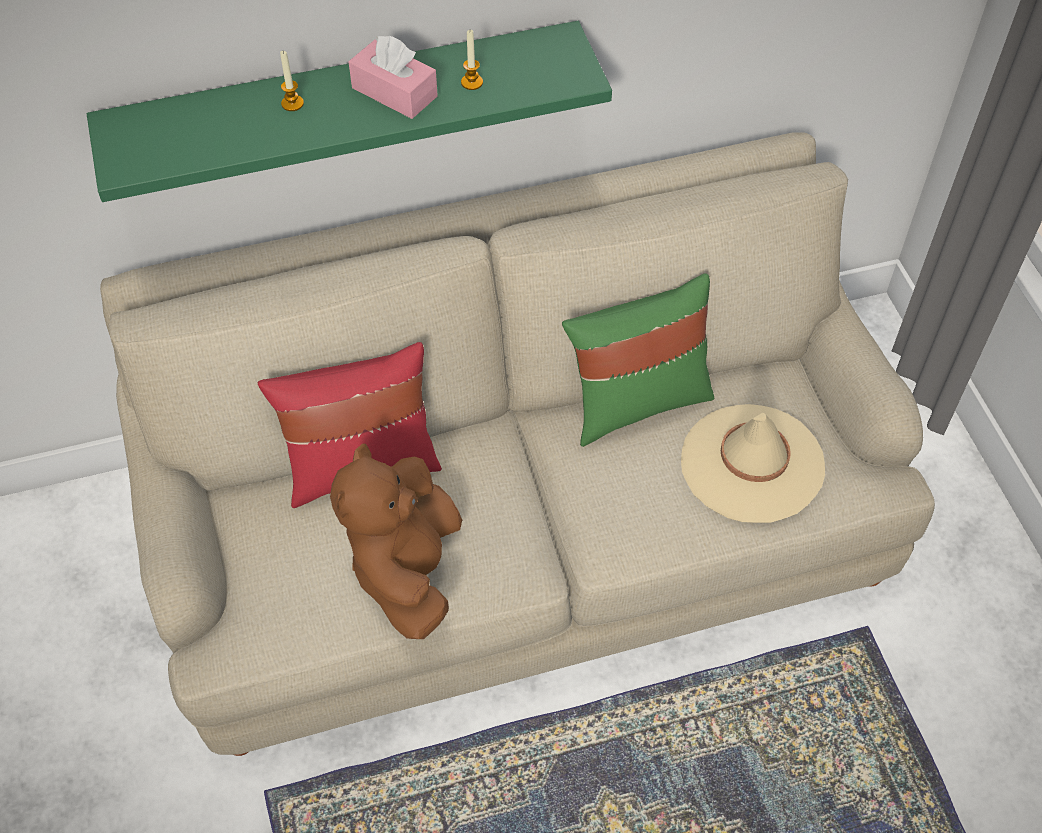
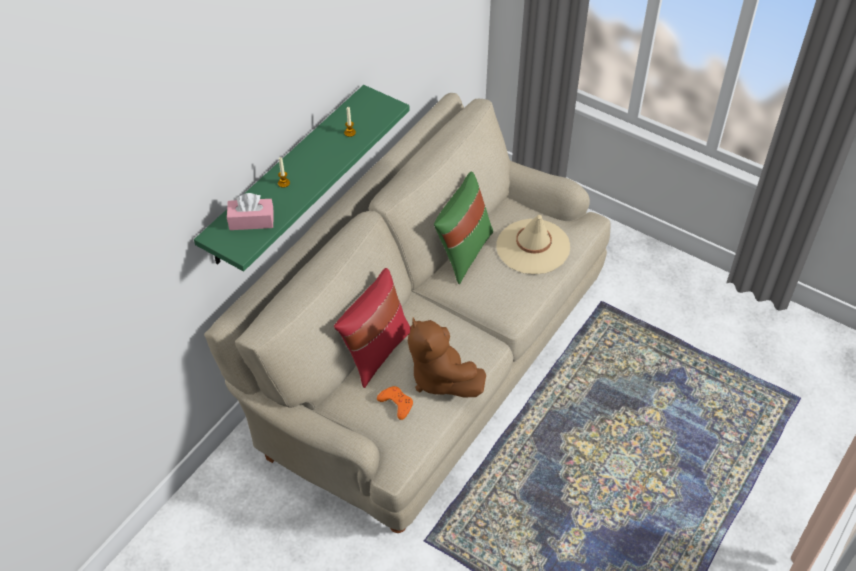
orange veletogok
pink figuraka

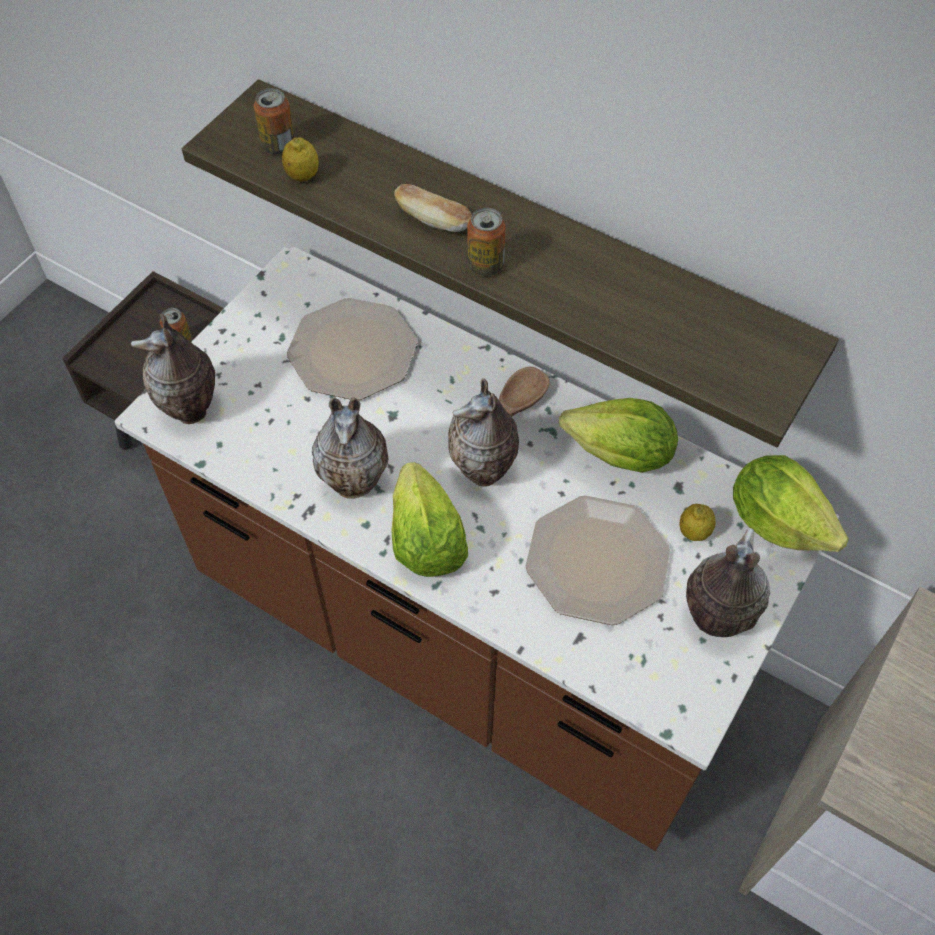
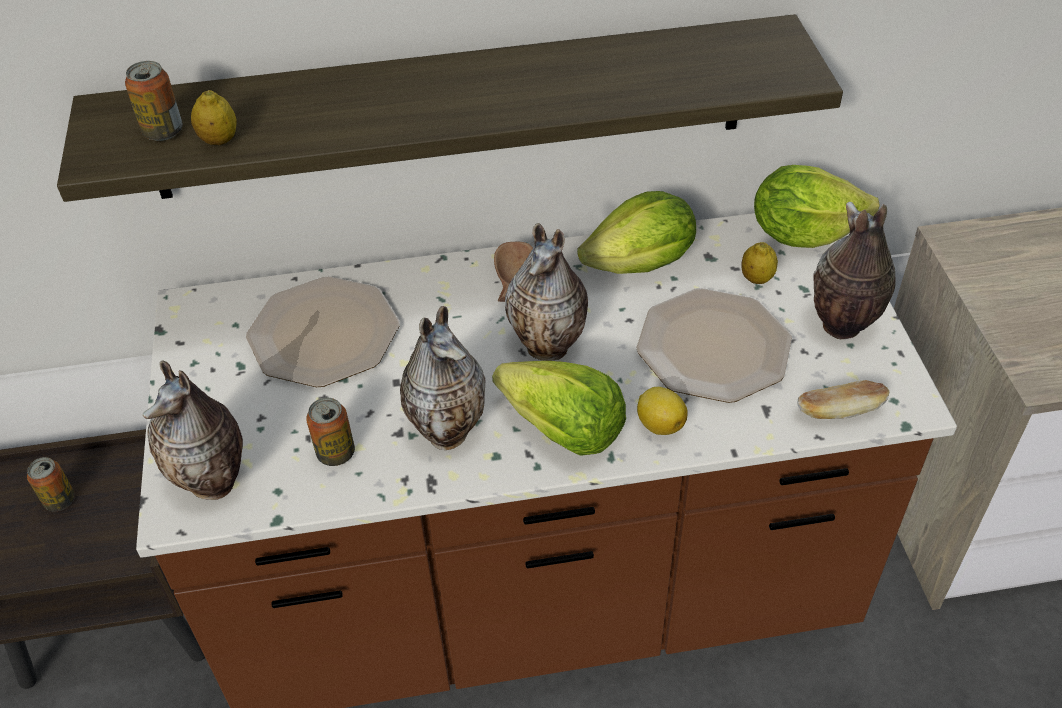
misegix (no. 2 from left)
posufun
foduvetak (no. 3 from left)

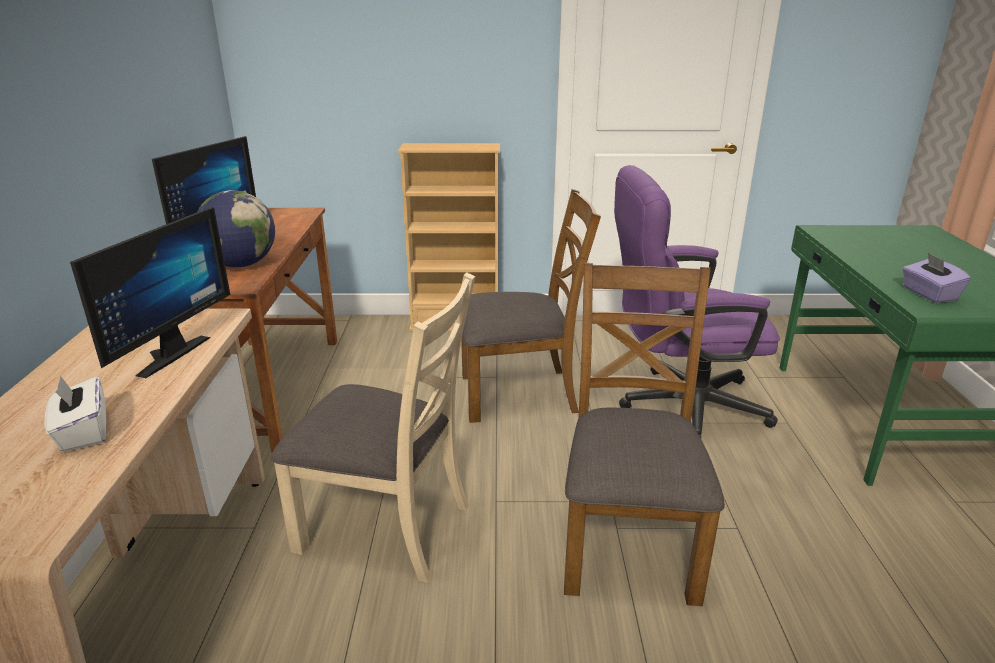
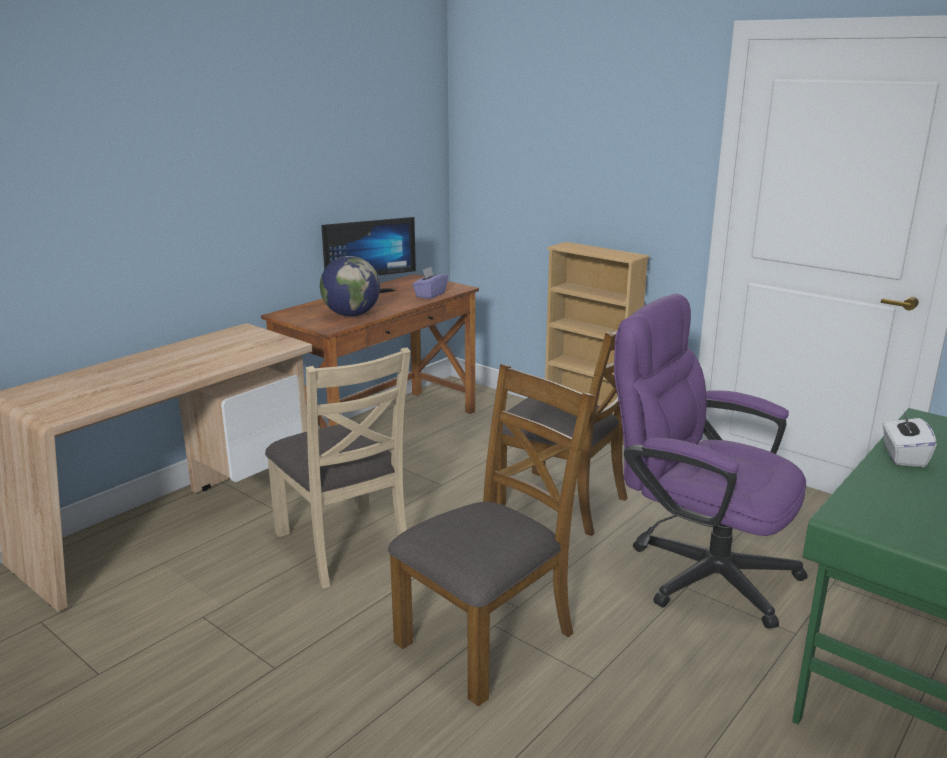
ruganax (no. 1 from left in the first image)
white figuraka
purple figuraka

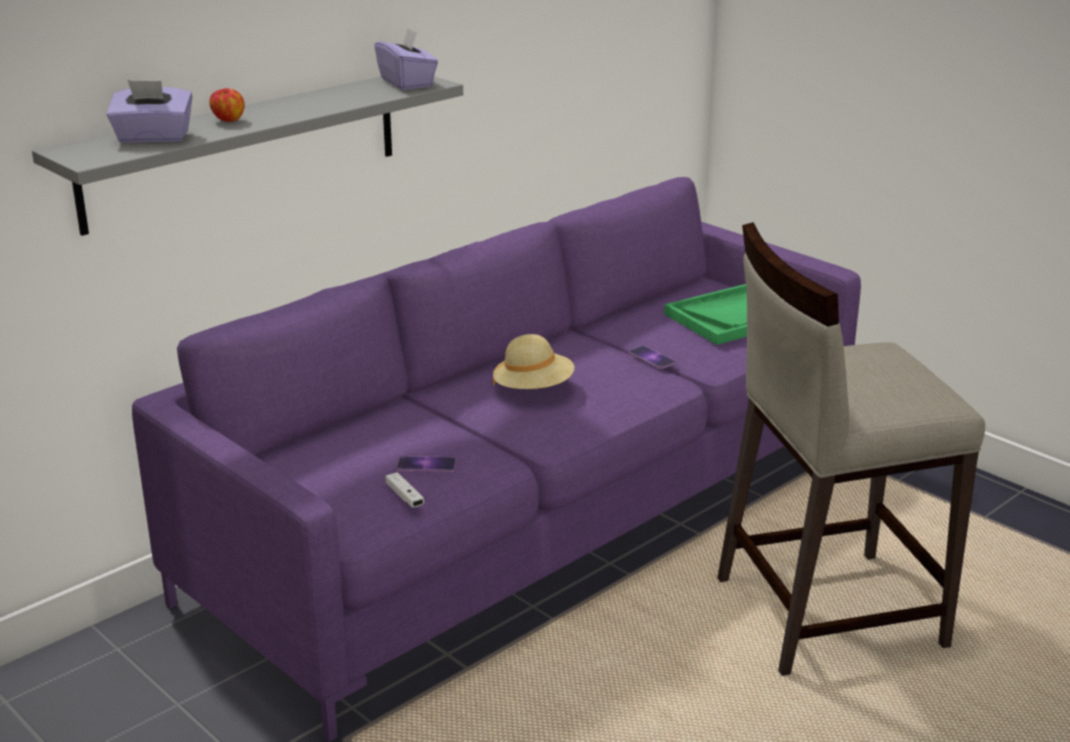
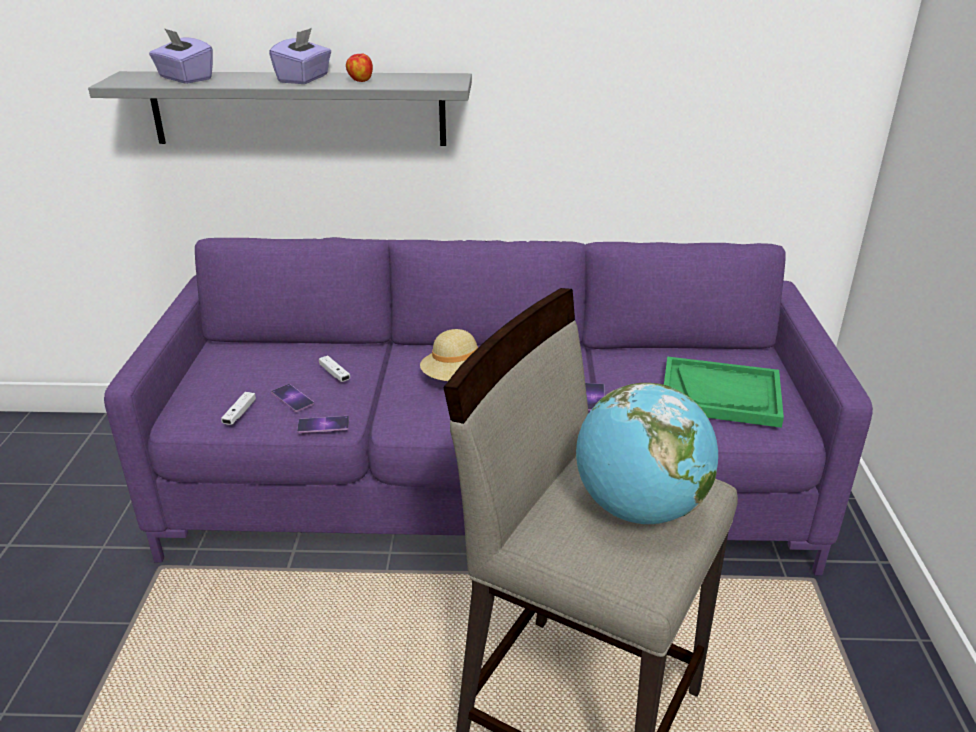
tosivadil (no. 2 from left)
white veletogok (no. 2 from left)
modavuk
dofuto
purple figuraka (no. 2 from left)

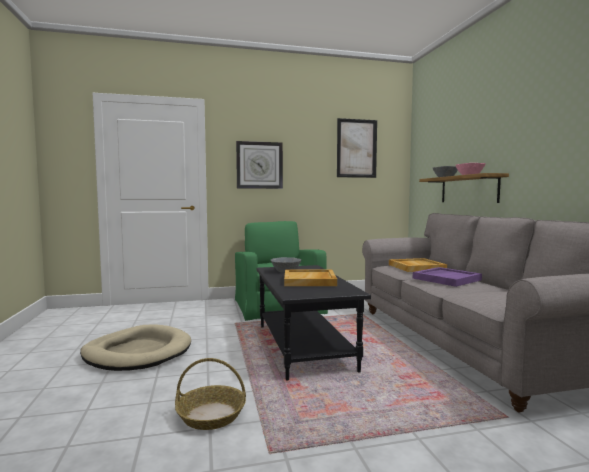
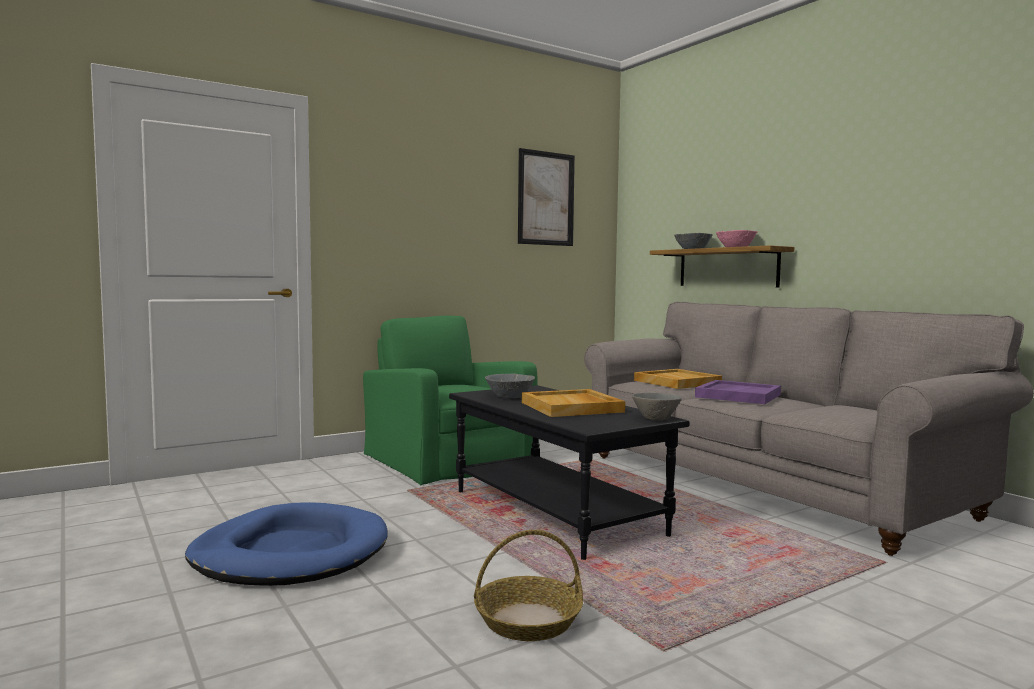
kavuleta
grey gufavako (no. 2 from left)
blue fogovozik

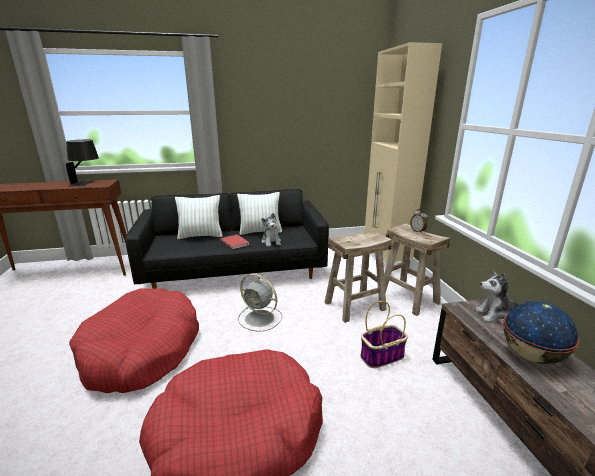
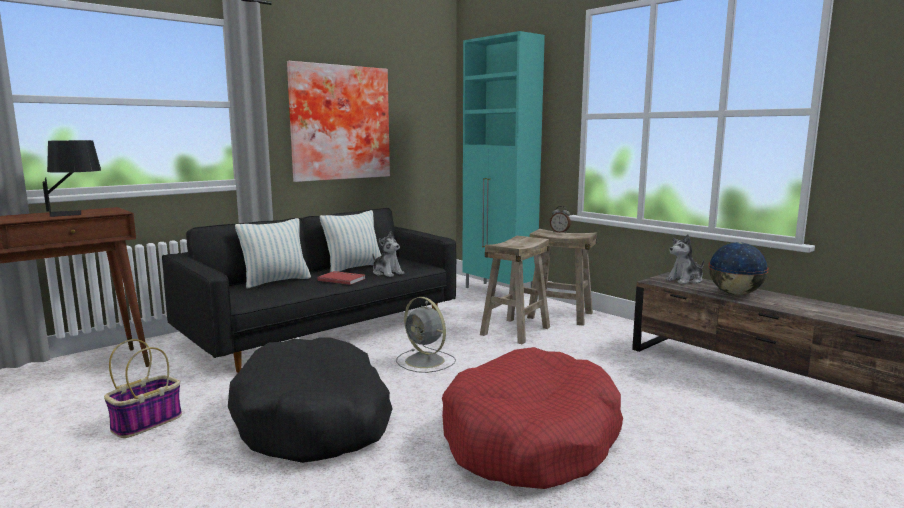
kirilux
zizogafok
black fogovozik
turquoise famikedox
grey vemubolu

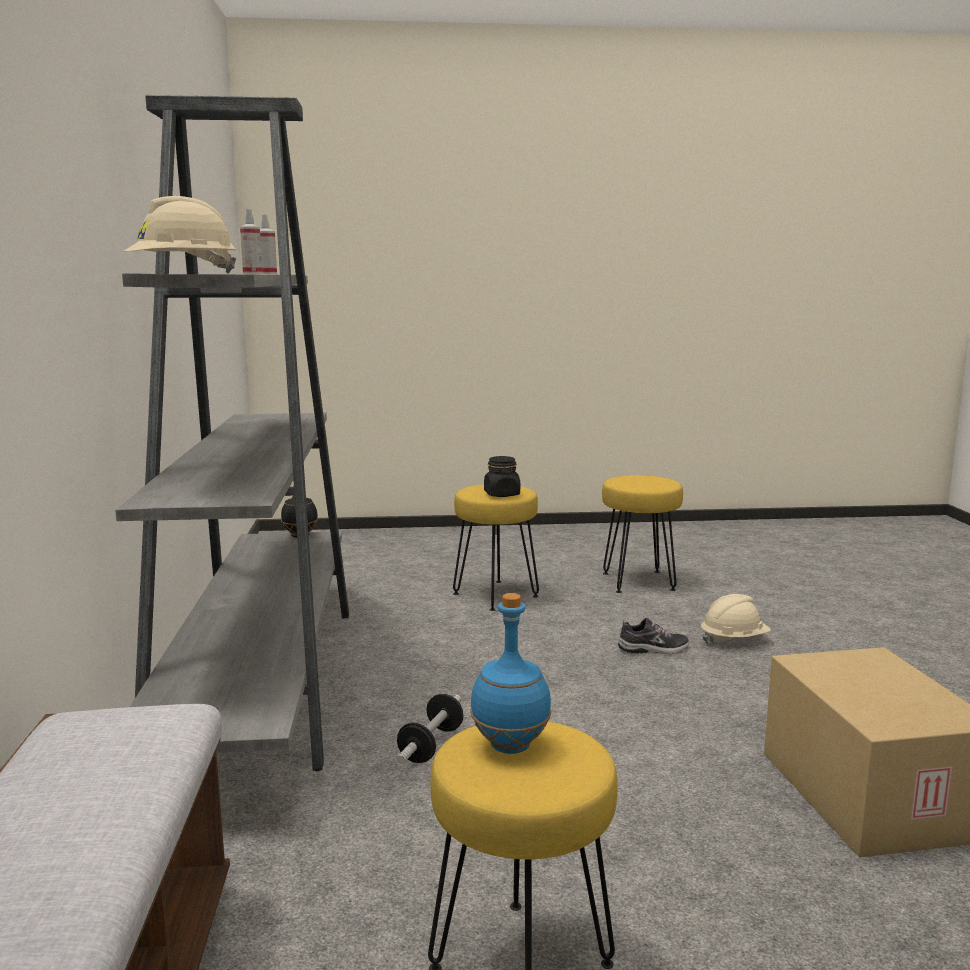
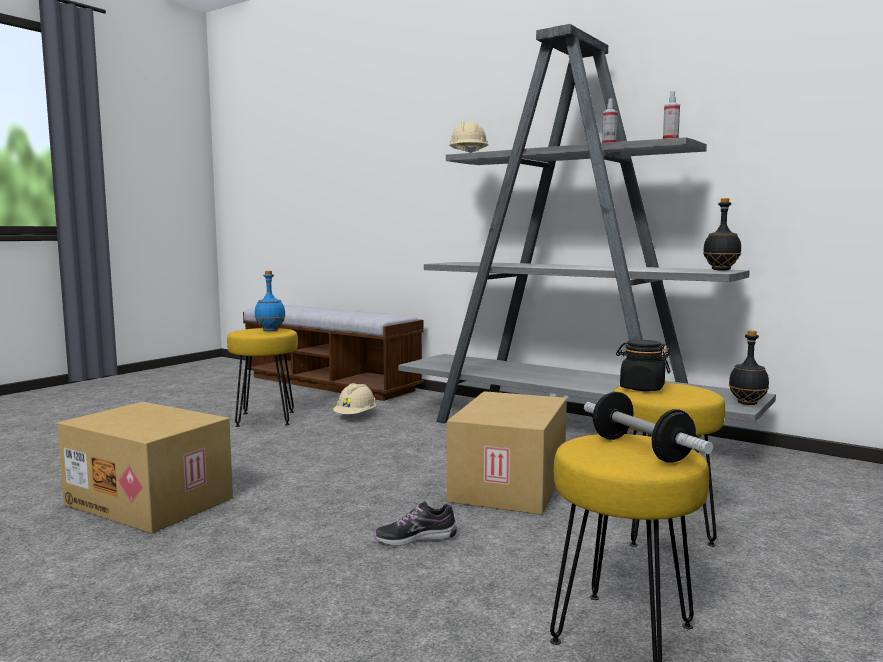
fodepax (no. 2 from left)
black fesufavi (no. 1 from left)
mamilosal
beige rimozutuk (no. 1 from left)
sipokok

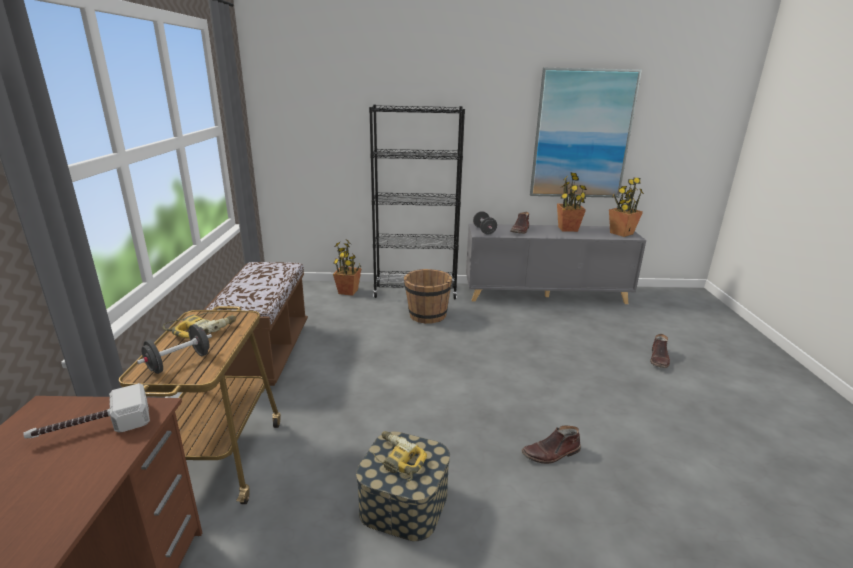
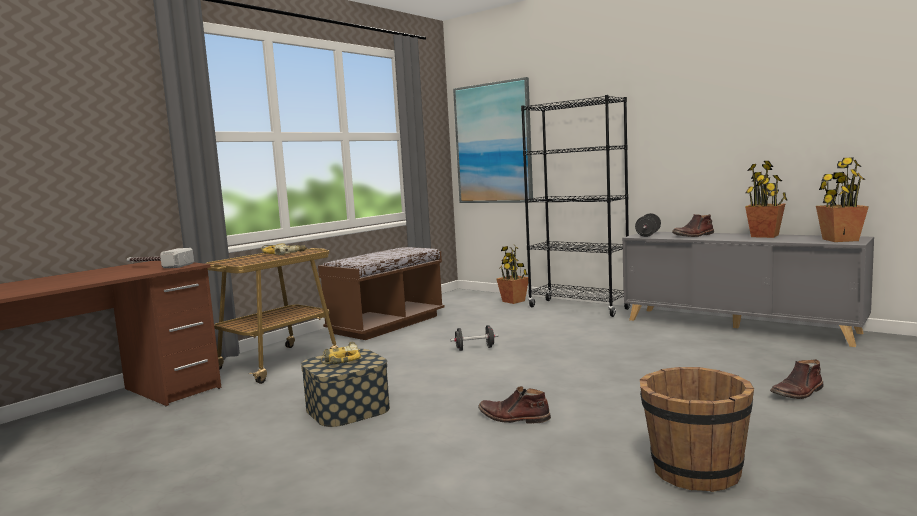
black mamilosal (no. 1 from left)
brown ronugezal
kirilux

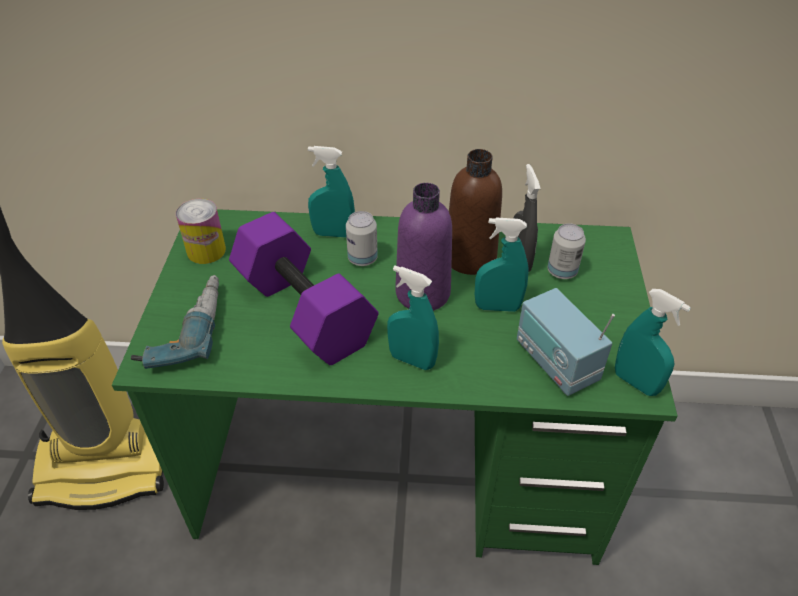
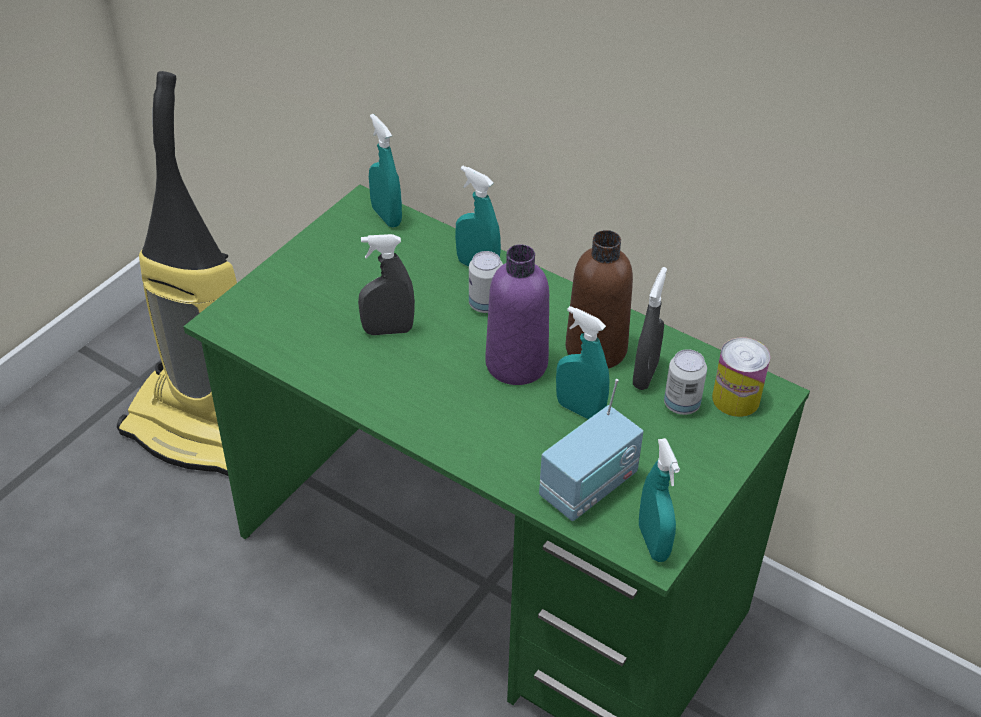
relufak
foduvetak (no. 3 from left)
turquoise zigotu (no. 1 from left)
grey zigotu (no. 1 from left)
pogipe

